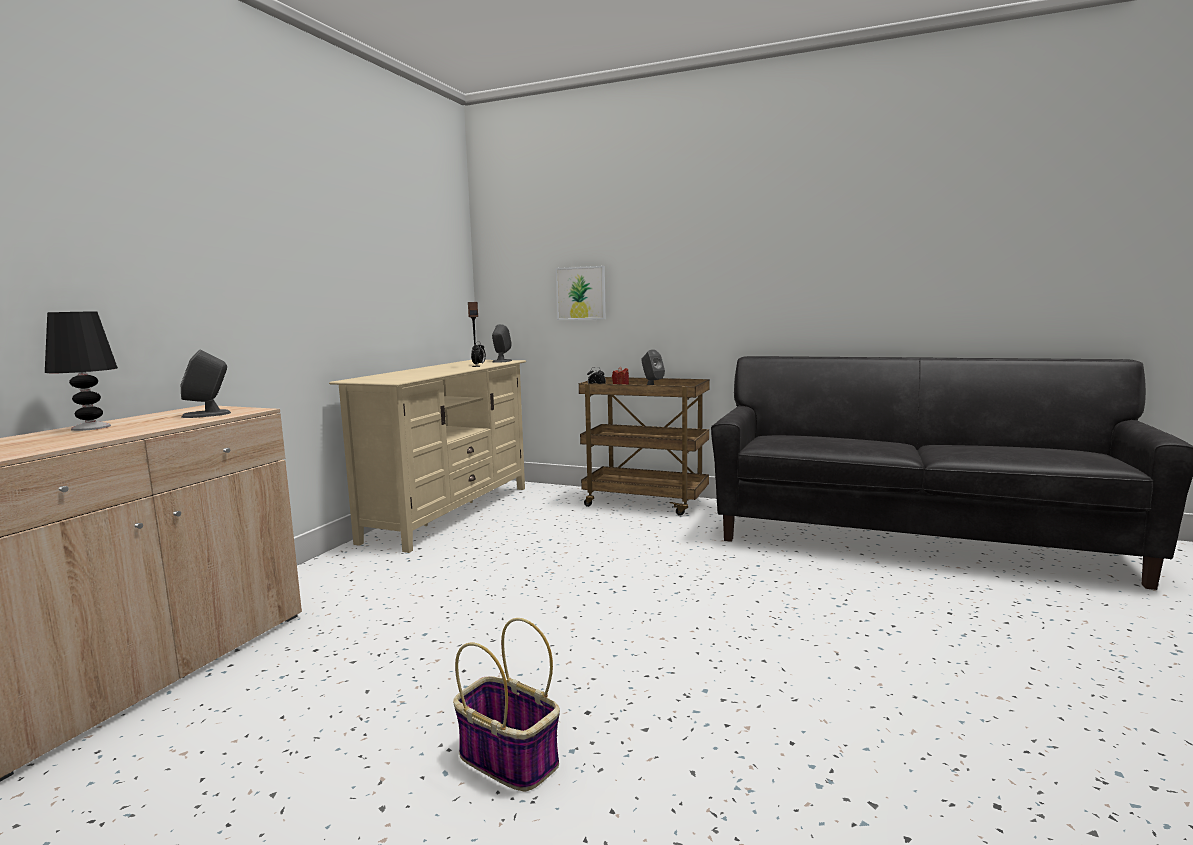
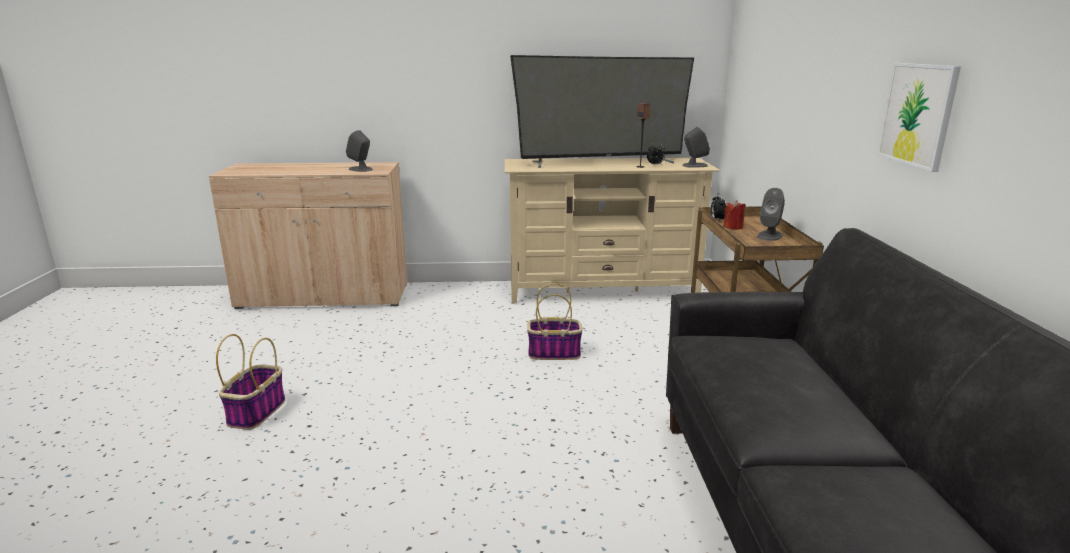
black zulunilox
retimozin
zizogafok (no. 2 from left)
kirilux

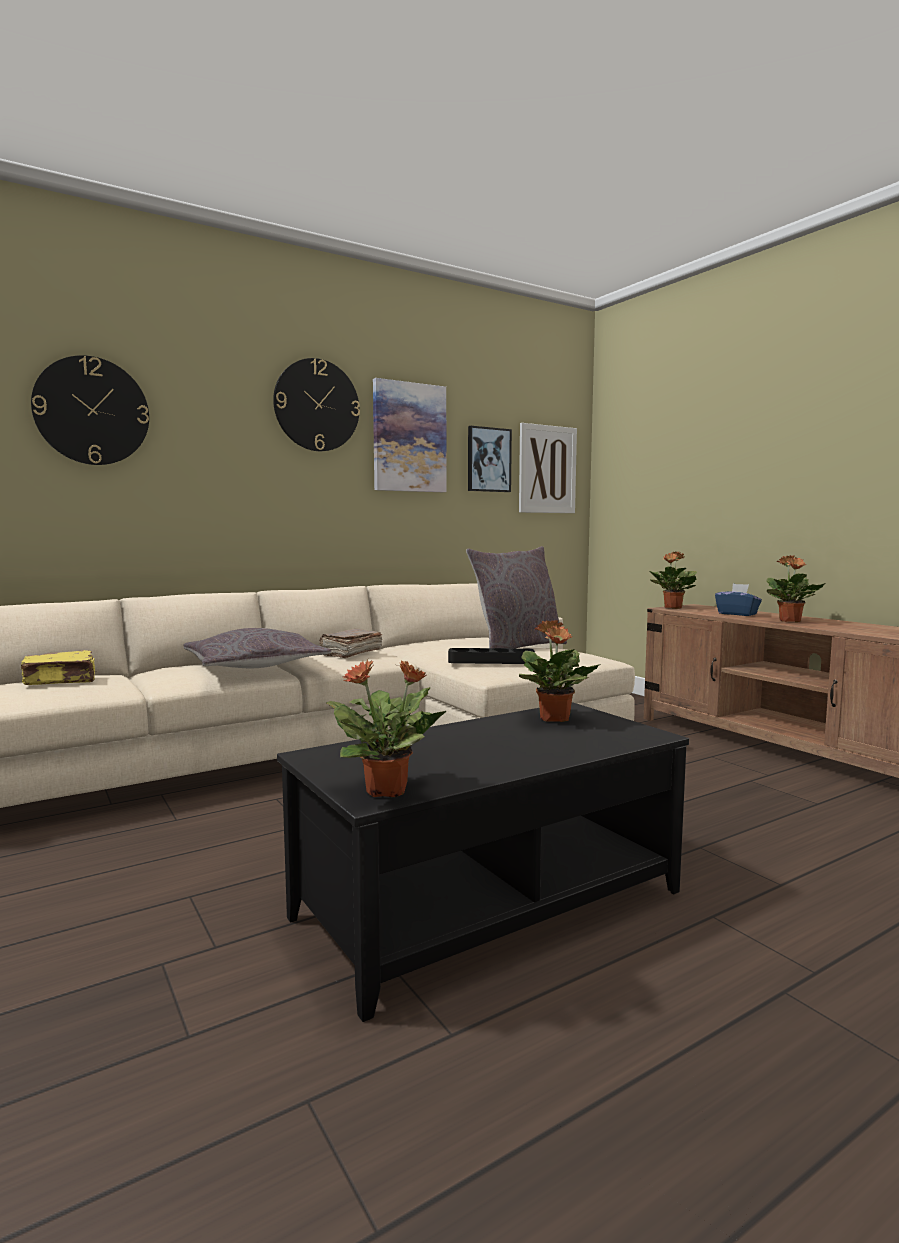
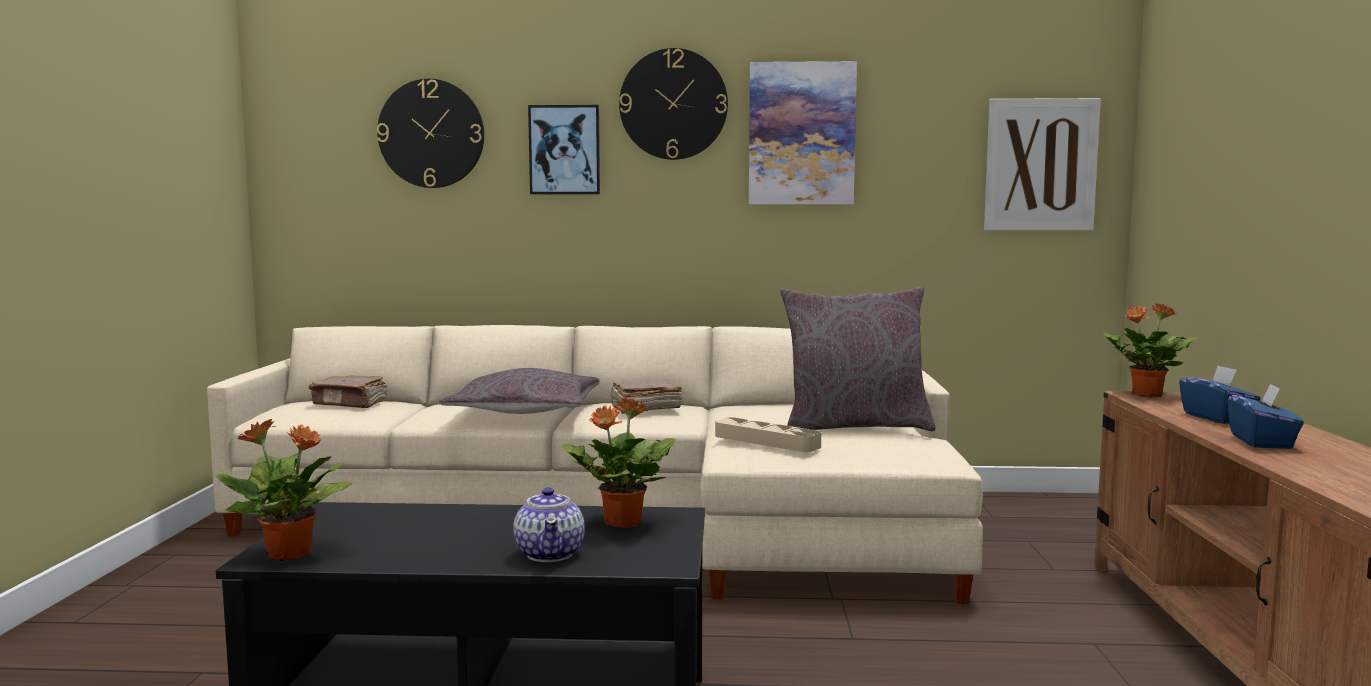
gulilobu
kirilux (no. 1 from left)
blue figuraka (no. 2 from left)
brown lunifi (no. 1 from left)
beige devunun

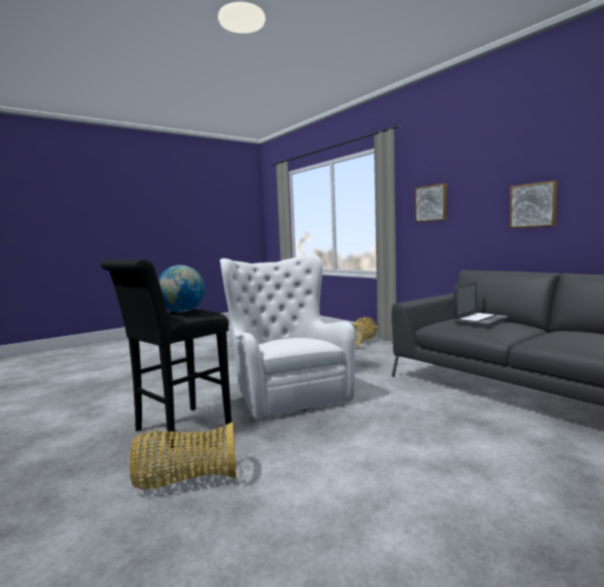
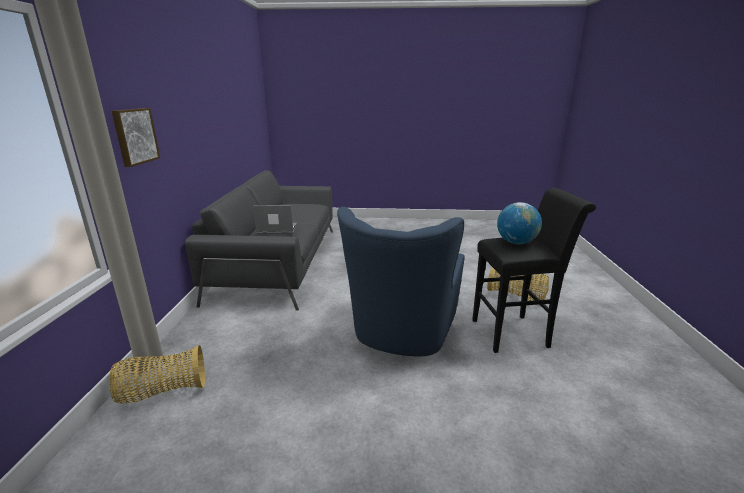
kirilux (no. 2 from left in the first image)
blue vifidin

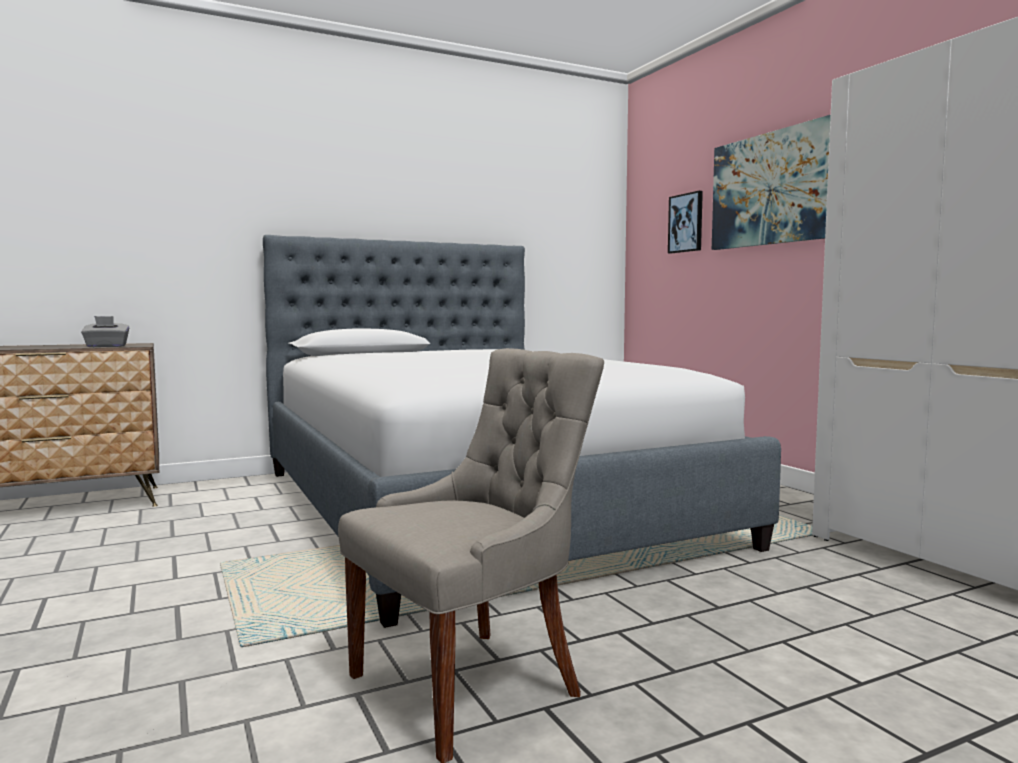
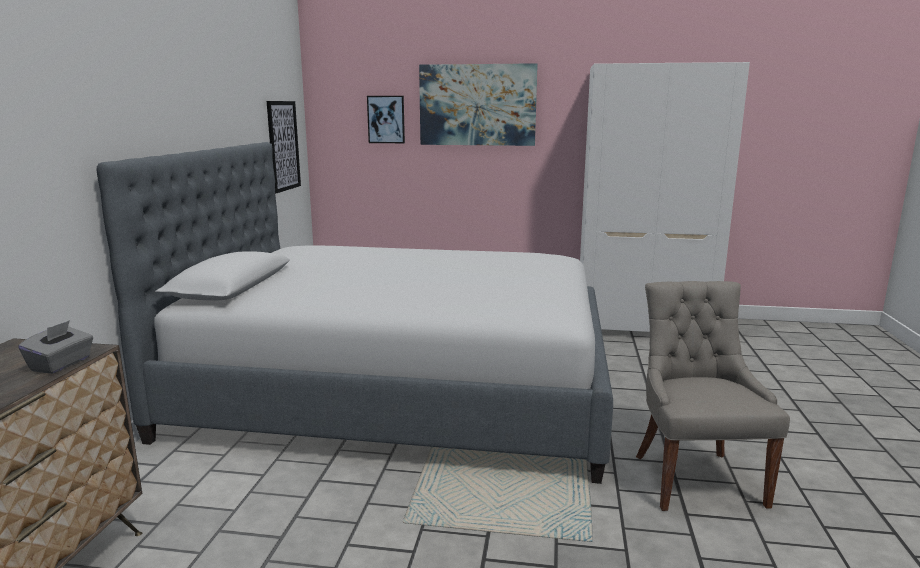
kirilux (no. 1 from left)

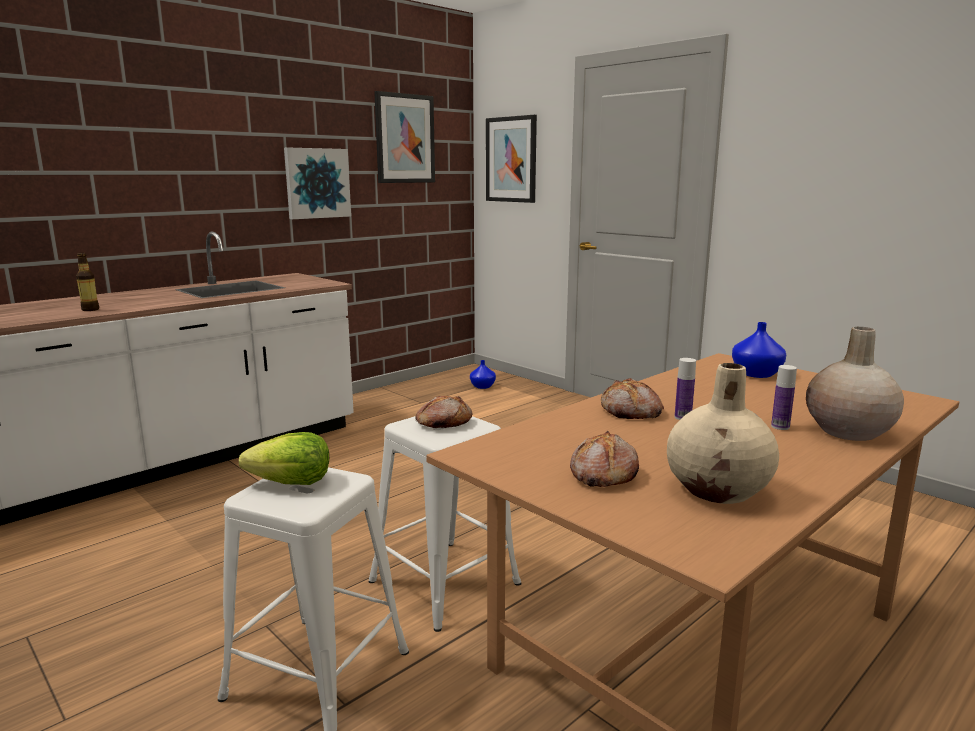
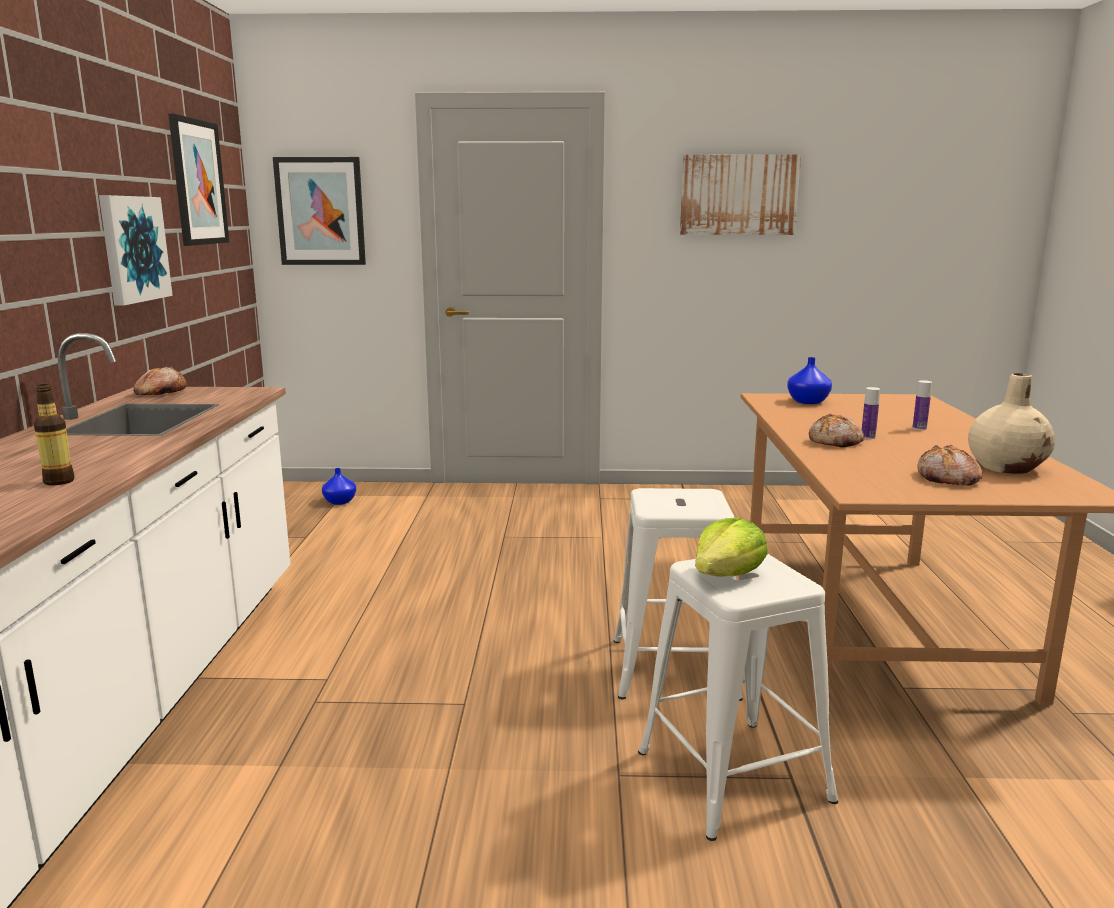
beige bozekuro (no. 2 from left in the first image)
kirilux (no. 4 from left)
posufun (no. 1 from left)

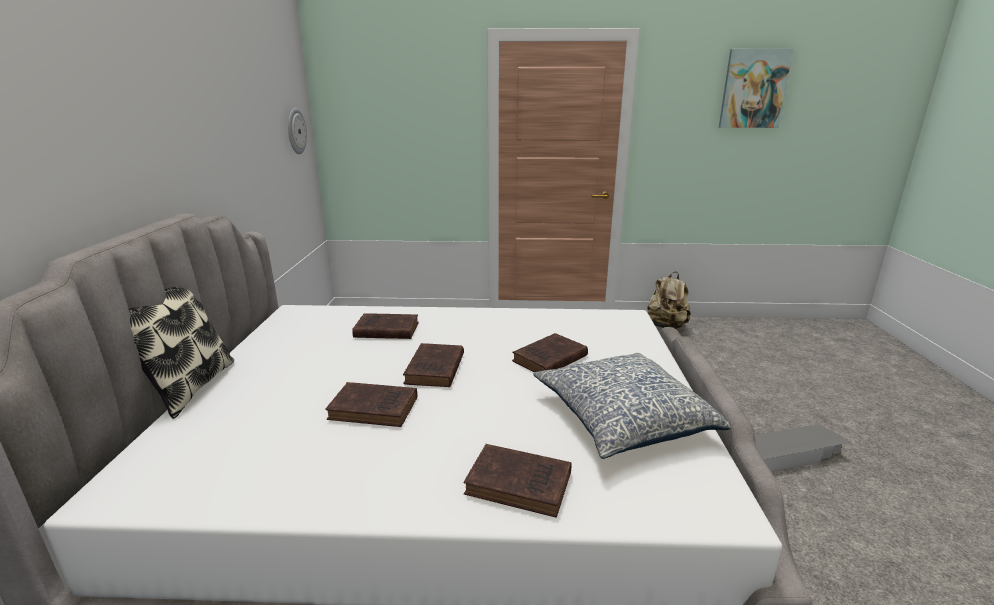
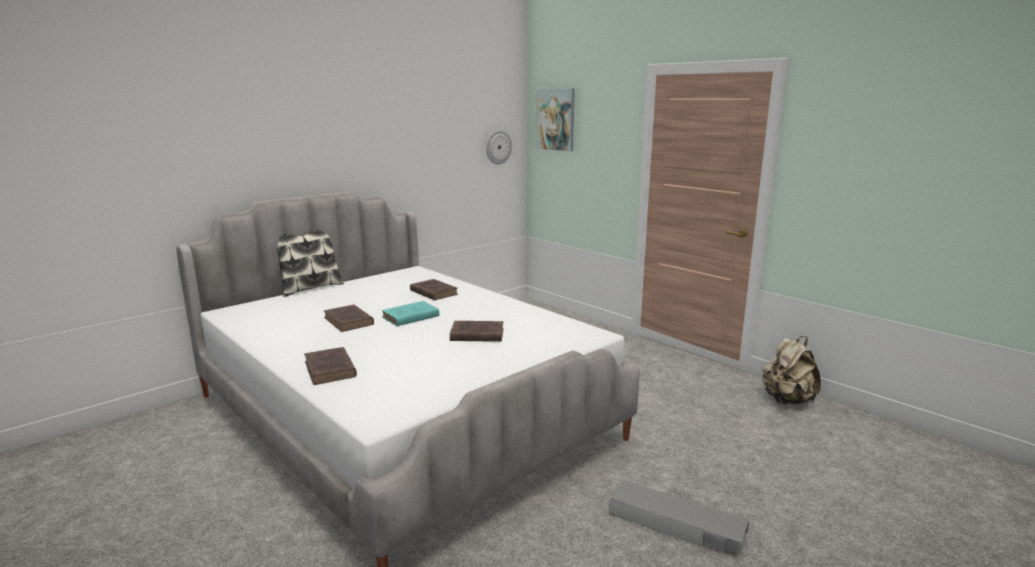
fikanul (no. 2 from left in the first image)
kirilux
turquoise lunifi

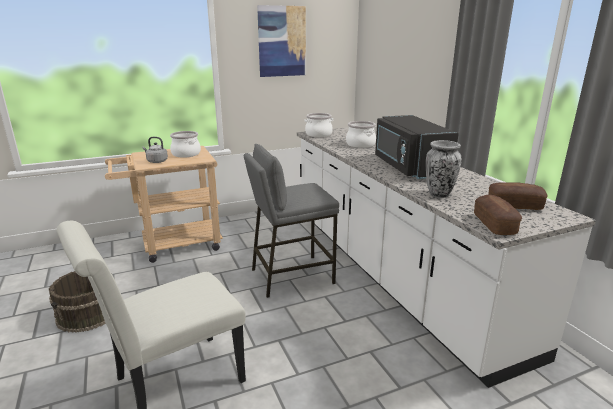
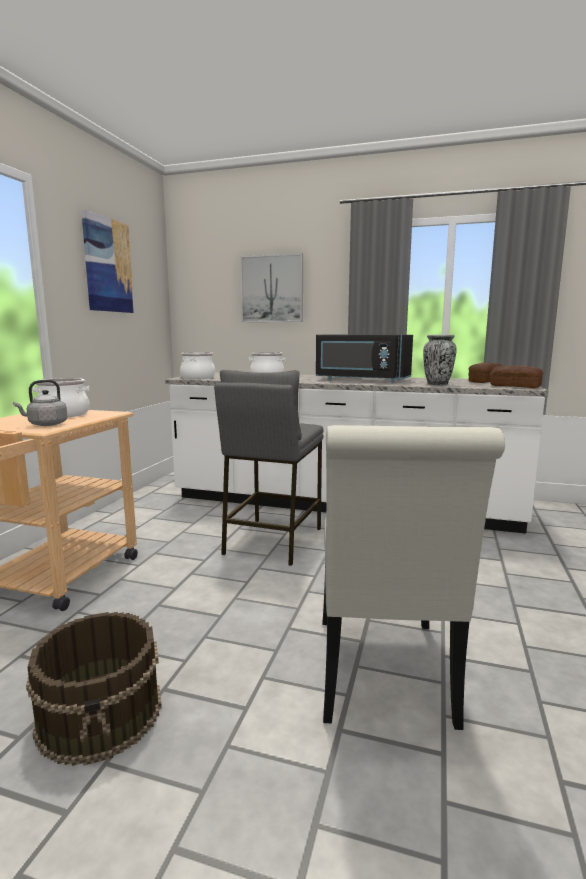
kirilux (no. 2 from left)

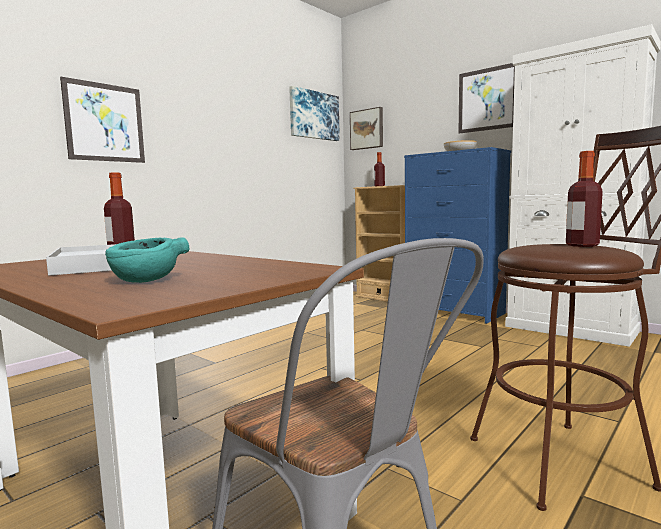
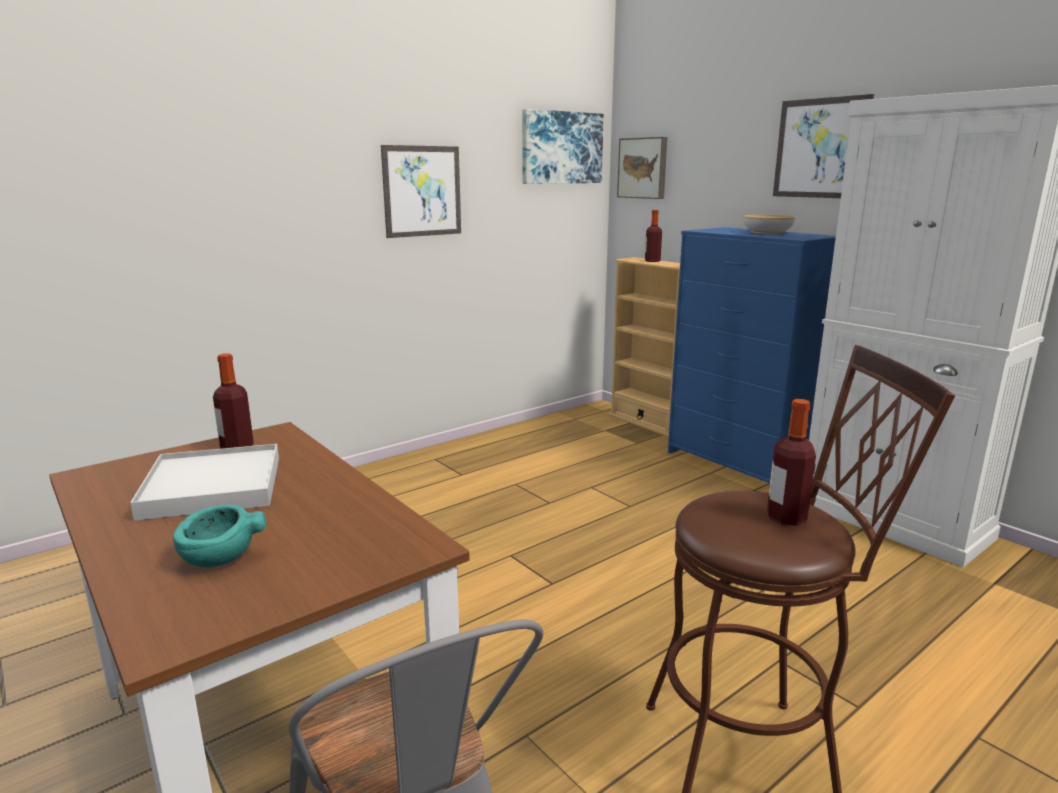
kirilux (no. 1 from left)

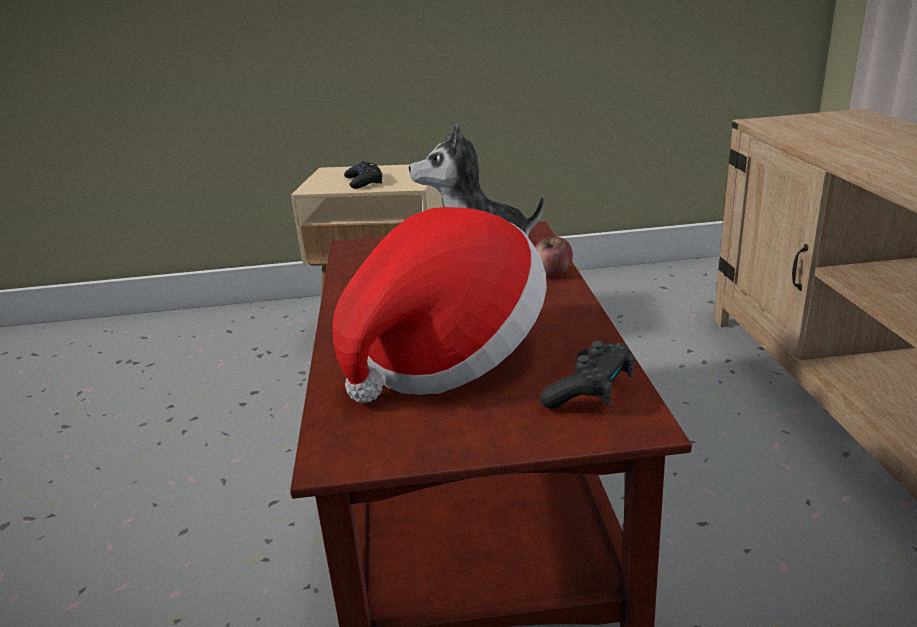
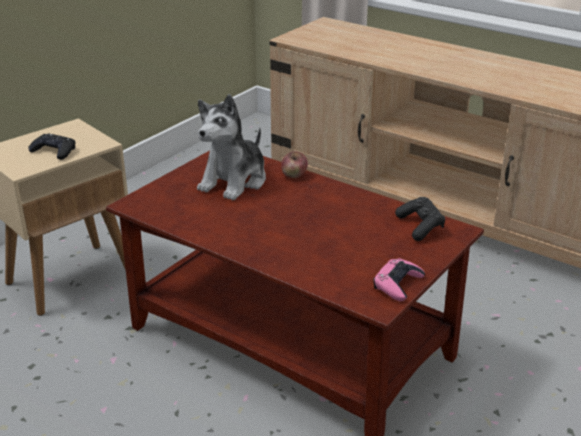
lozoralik
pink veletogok

